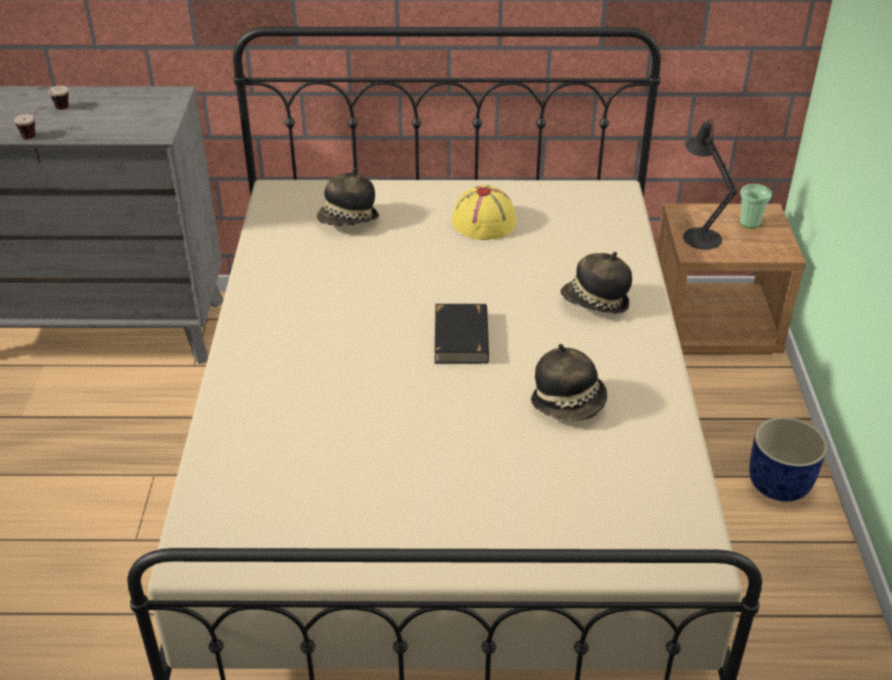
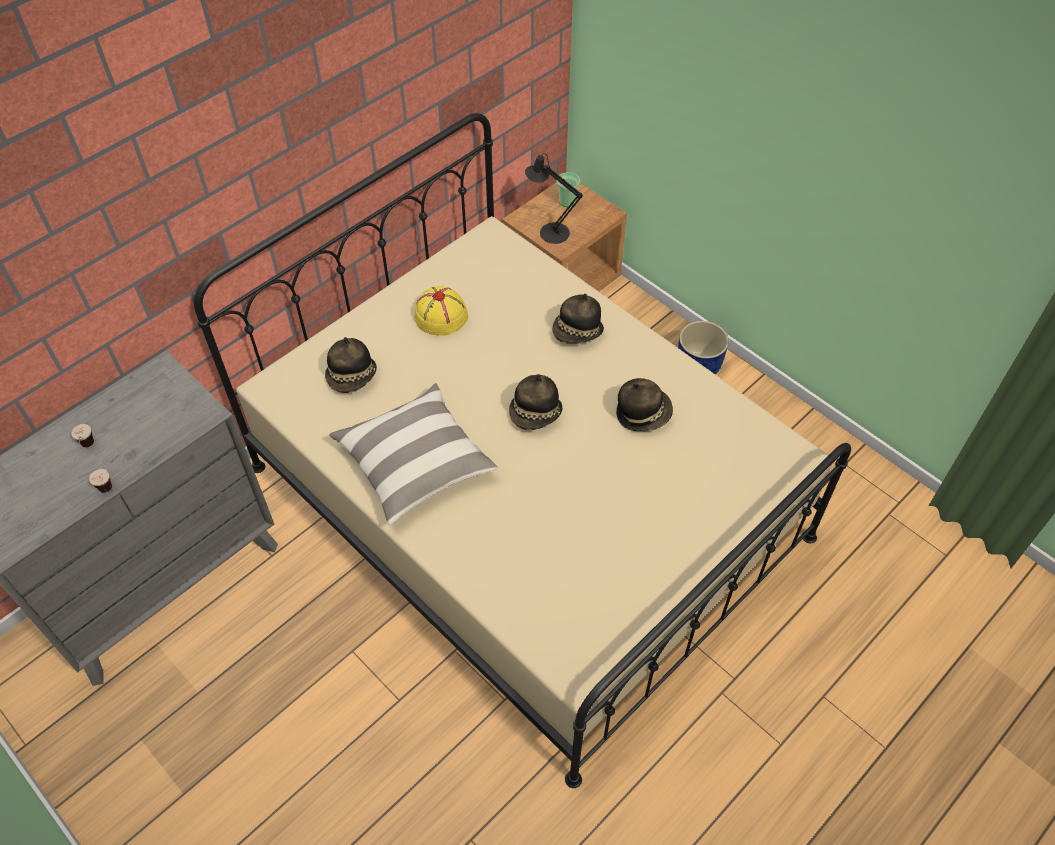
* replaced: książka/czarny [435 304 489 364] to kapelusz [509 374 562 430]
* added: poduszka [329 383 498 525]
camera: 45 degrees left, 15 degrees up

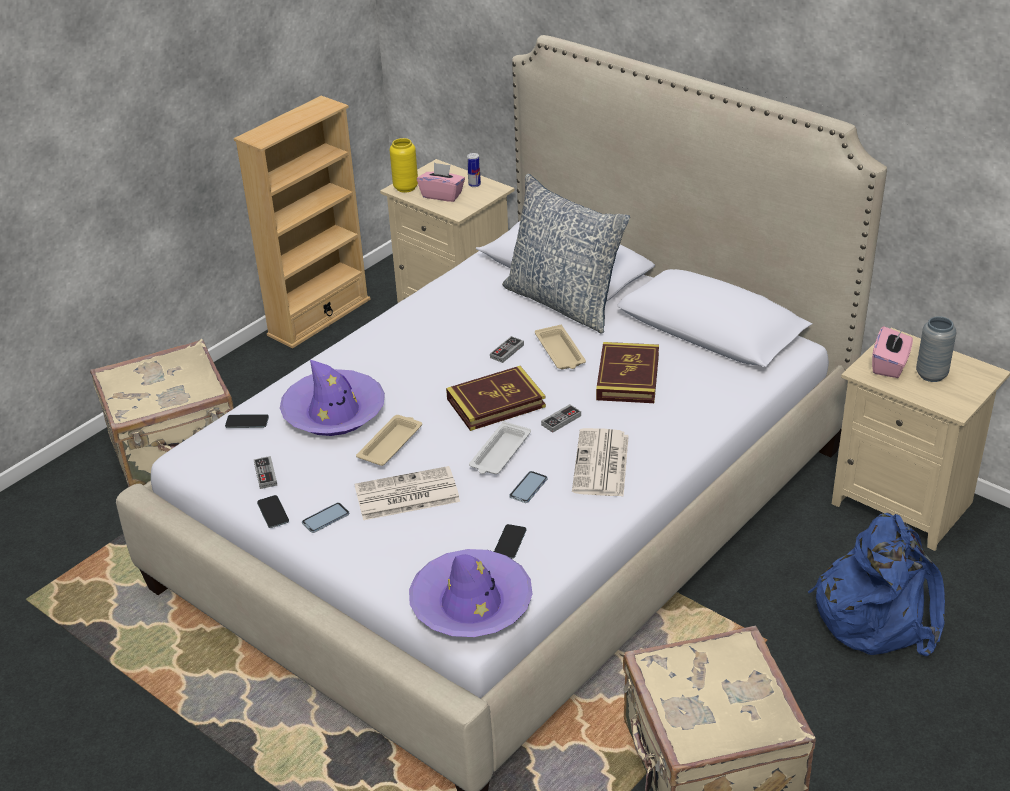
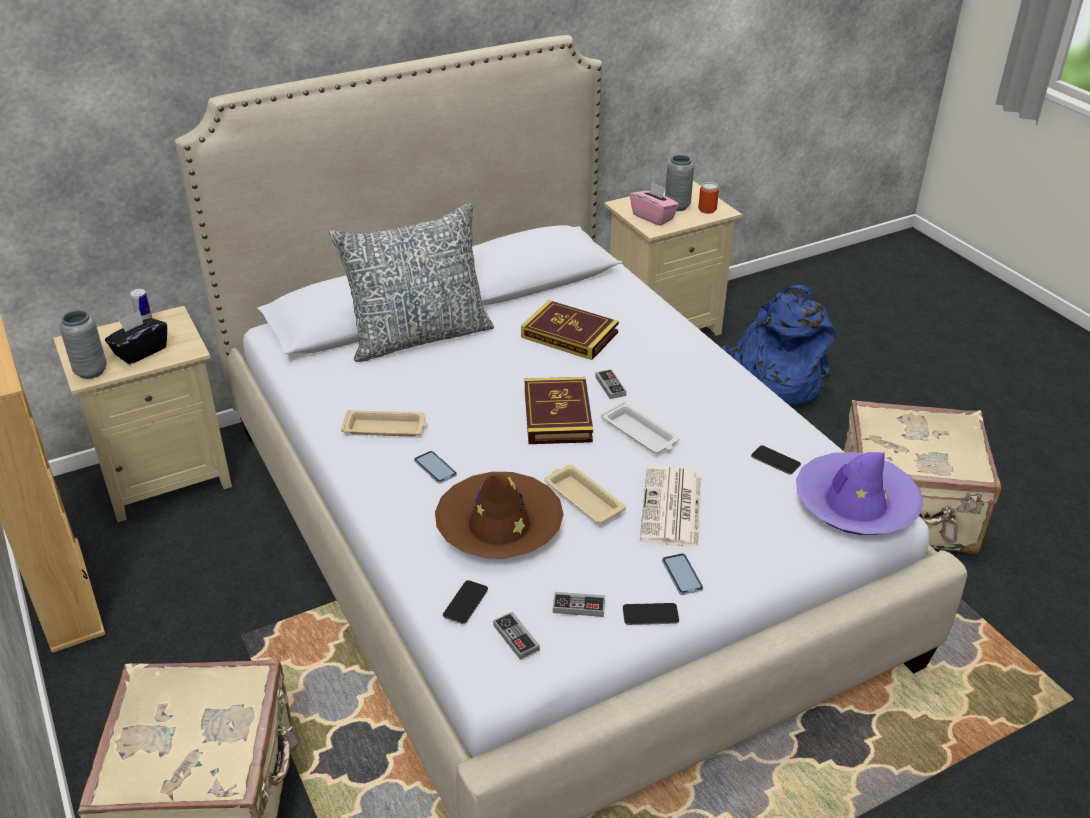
* recoloured: kapelusz/fioletowy [280 360 385 436] to kapelusz/brązowy [435 472 564 559]
* recoloured: wazon/żółty [390 138 418 193] to wazon/szary [59 310 107 379]
* recoloured: pudełko chusteczek/różowy [417 162 465 202] to pudełko chusteczek/czarny [105 310 167 365]
* moved: pad do gier [490 336 524 363] to [493 612 540 660]
* moved: telefon [509 471 548 503] to [414 451 457 483]
* moved: taca/beżowy [535 325 586 369] to [341 410 428 437]
* removed: gazeta [572 428 629 497]
* added: puszka [698 182 719 214]
camera: 70 degrees left, 0 degrees up

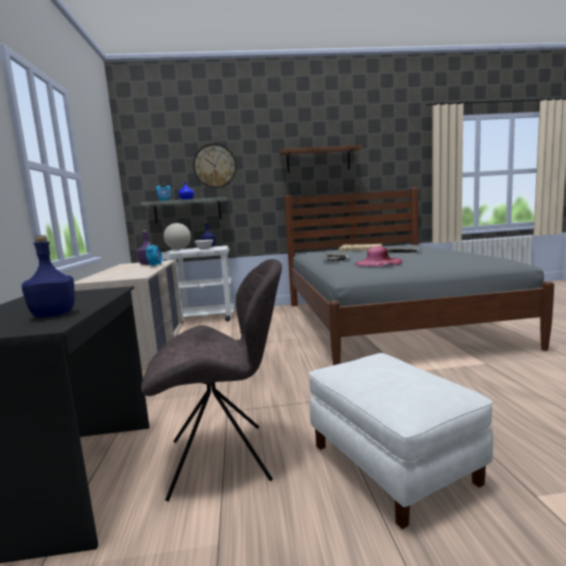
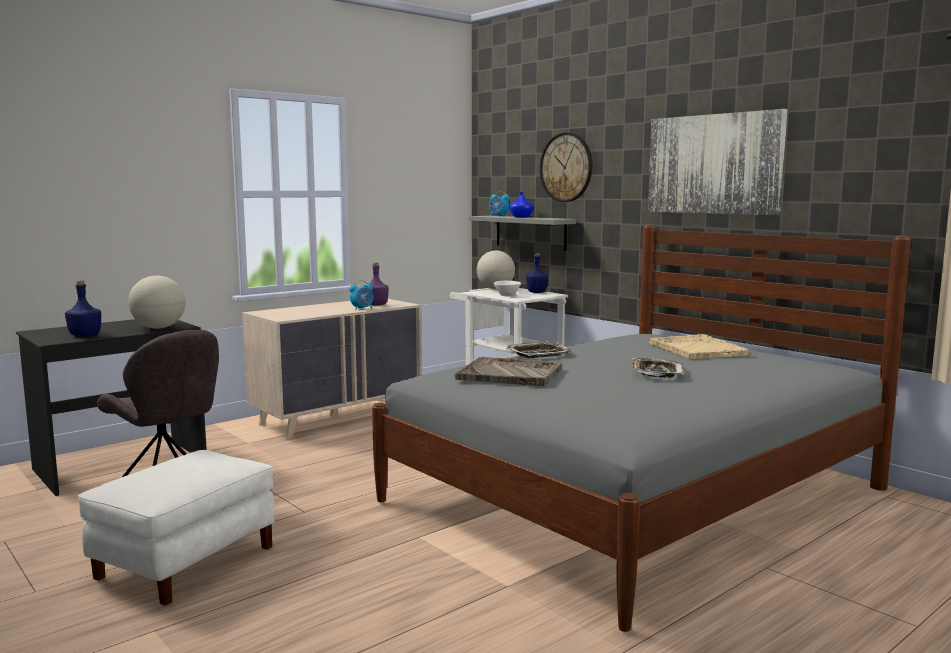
* replaced: półka/brązowy [279 145 362 173] to obraz [648 109 787 215]
* replaced: kapelusz/różowy [355 246 402 267] to taca/szary [455 357 563 386]
* added: globus [128 275 186 329]
camera: 55 degrees right, 0 degrees up

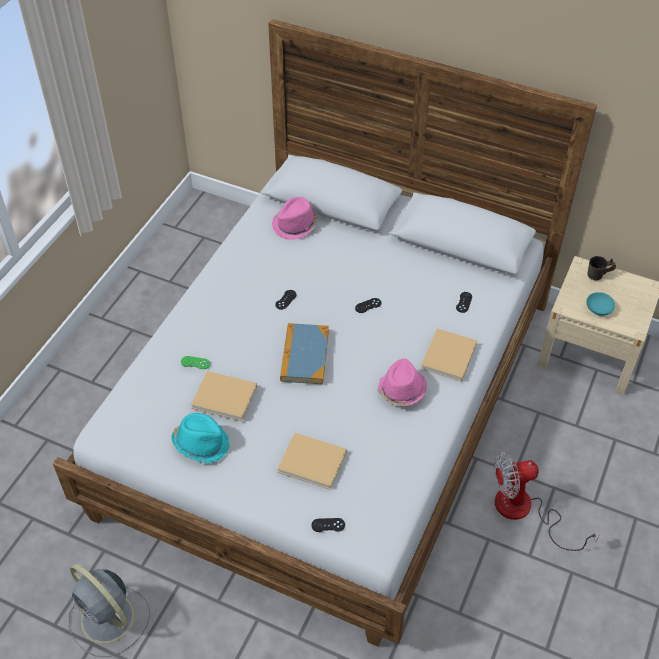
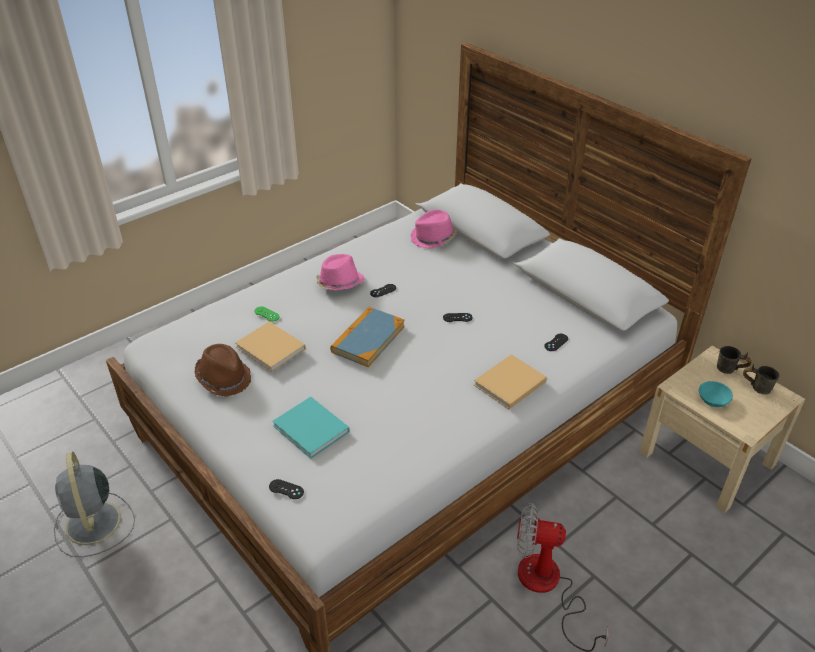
* recoloured: kapelusz/turkusowy [171 413 230 463] to kapelusz/brązowy [195 344 251 397]
* recoloured: książka/beżowy [277 433 347 490] to książka/turkusowy [272 397 350 459]
* moved: kapelusz/różowy [377 359 427 406] to [316 254 365 290]
* added: kubek/szary [743 364 779 394]
camera: 25 degrees right, 10 degrees down

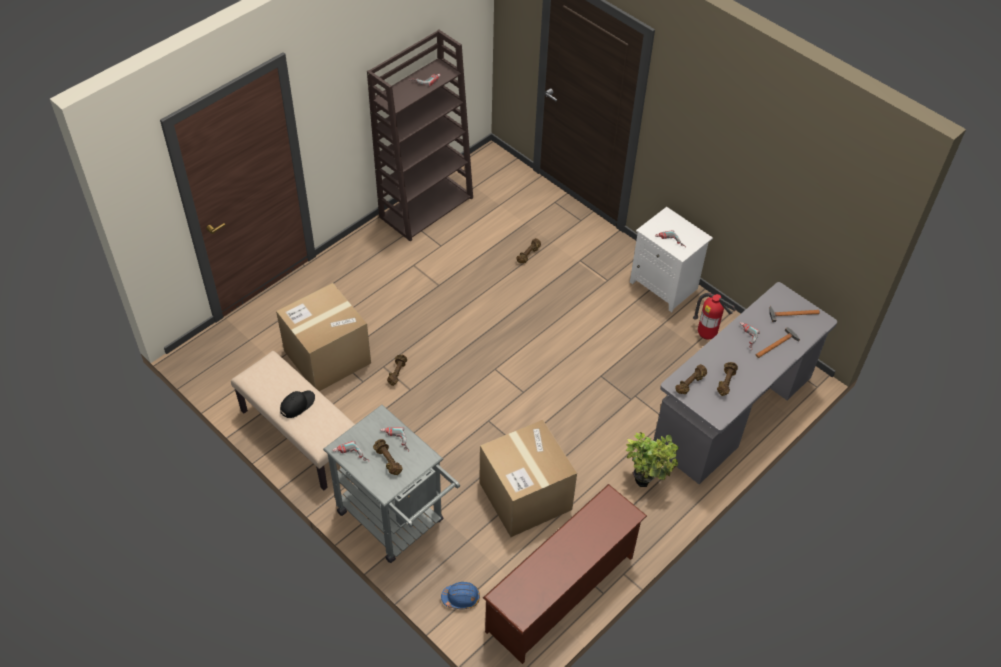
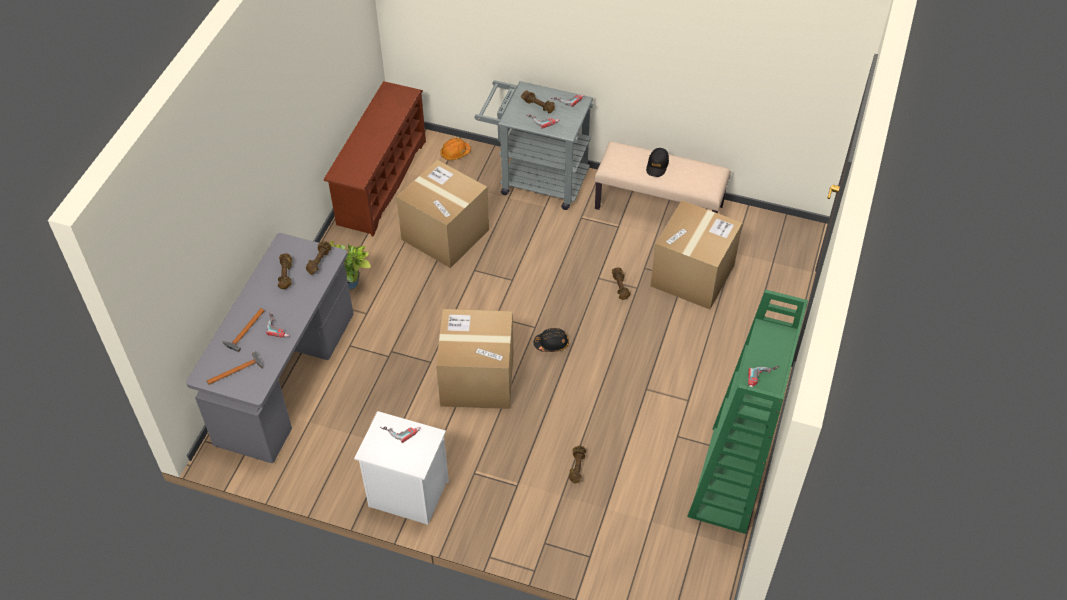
* recoloured: regał/brązowy [367 30 473 241] to regał/zielony [687 290 808 534]
* recoloured: kask/niebieski [441 582 480 609] to kask/pomarańczowy [440 138 471 160]
* removed: gaśnica [693 293 736 340]
* added: karton [436 309 513 409]
* added: kask/czarny [534 328 569 352]
camera: 155 degrees right, 0 degrees up

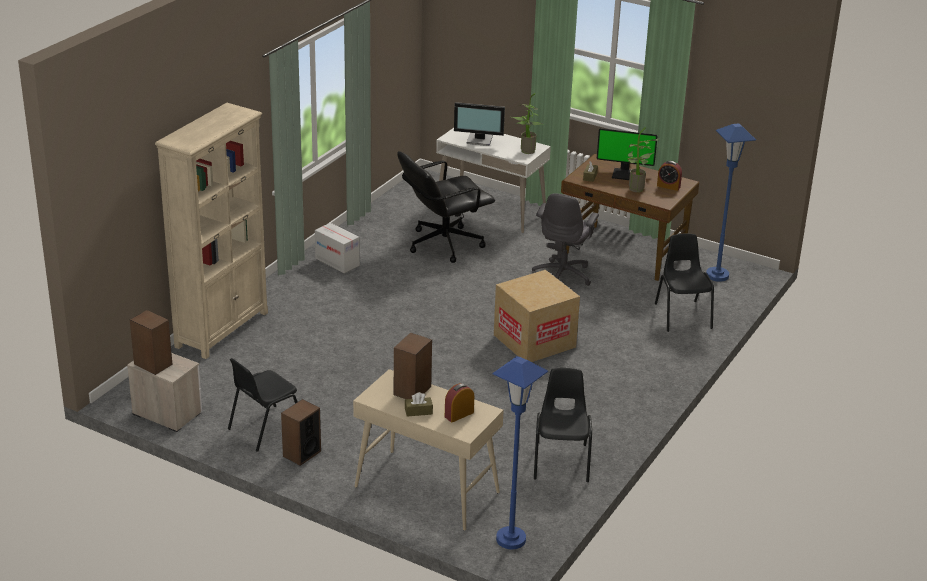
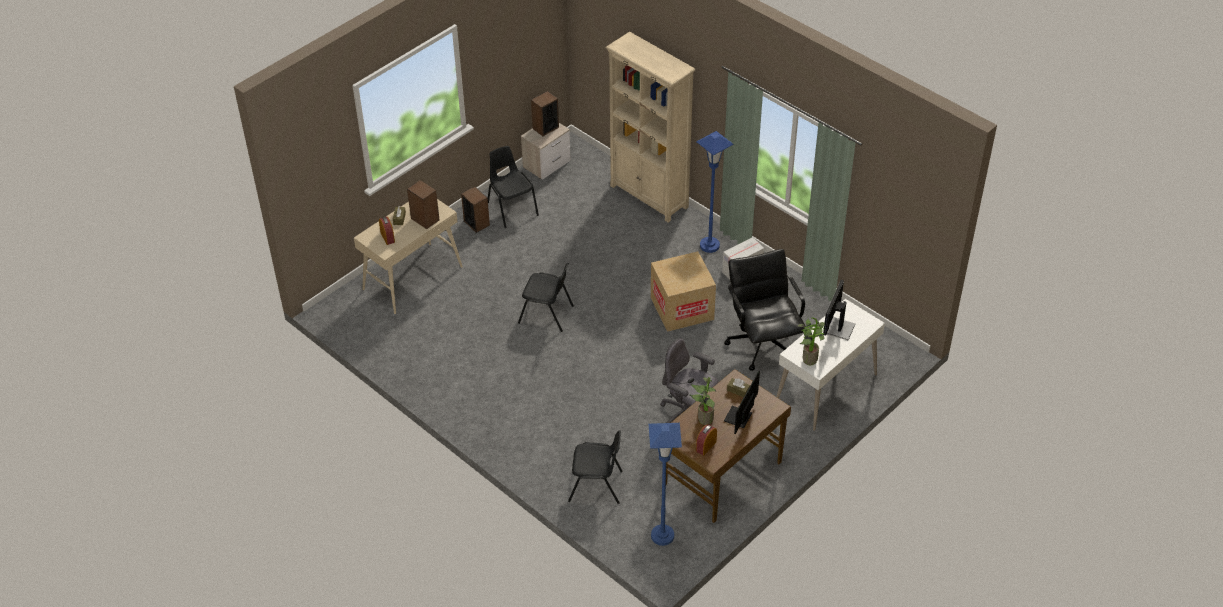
* moved: lampa stojąca/niebieski [492 356 548 549] to [696 131 734 253]
* moved: karton [494 270 580 362] to [651 251 716 332]
* moved: krzesło/czarny [534 368 592 482] to [518 263 574 332]
camera: 105 degrees right, 15 degrees up

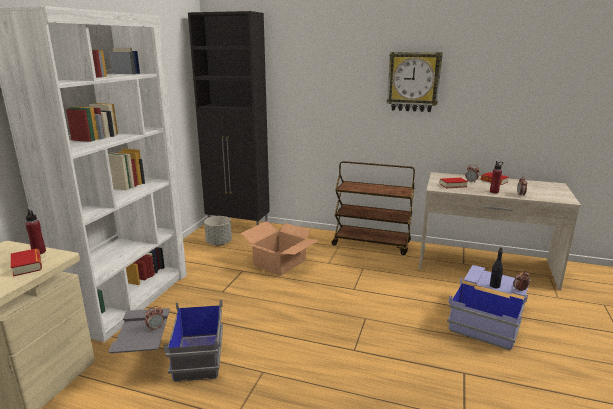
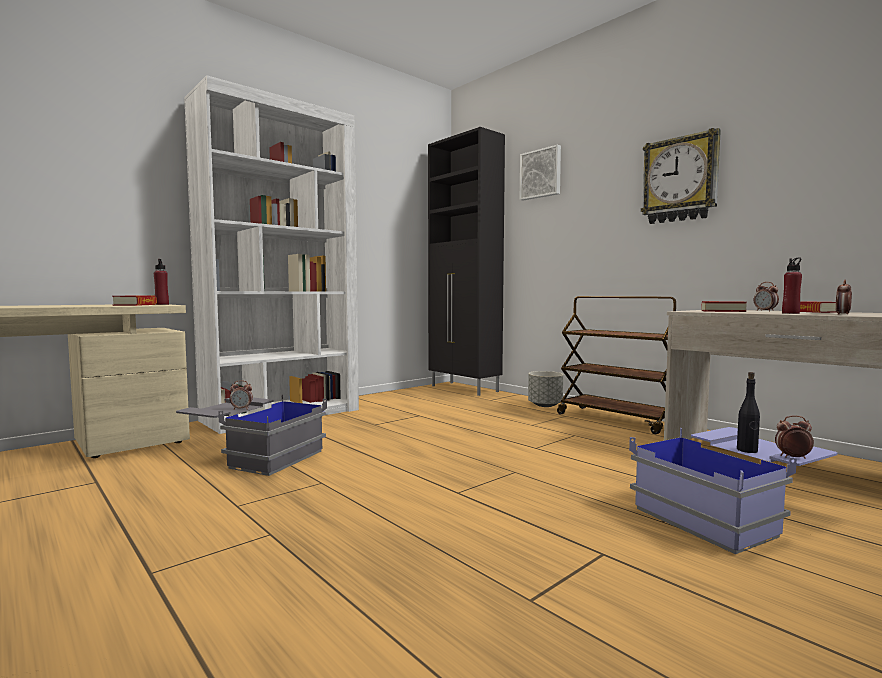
* moved: donica/szary [204 216 232 246] to [528 371 563 407]
* removed: karton [241 221 319 276]
* added: obraz [520 145 561 200]
camera: 30 degrees right, 15 degrees down

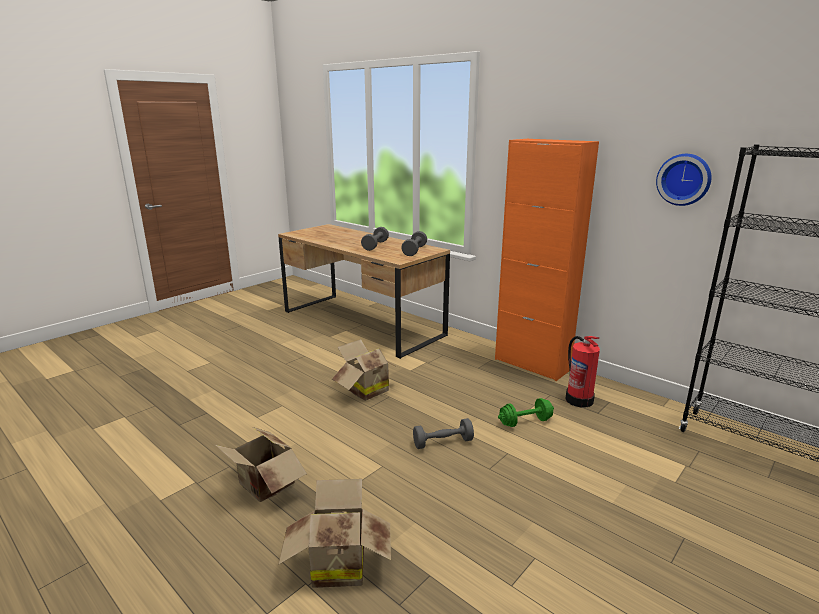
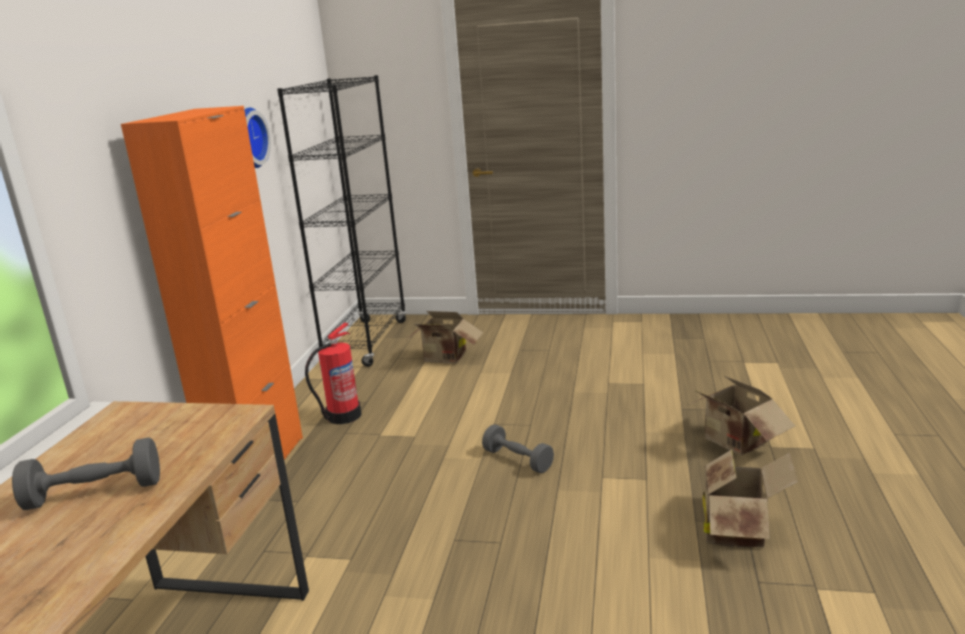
* moved: karton [332 339 401 401] to [404 311 484 364]
* removed: hantel/szary [401 231 427 256]
* removed: hantel/zielony [498 398 554 427]
camera: 120 degrees left, 0 degrees up

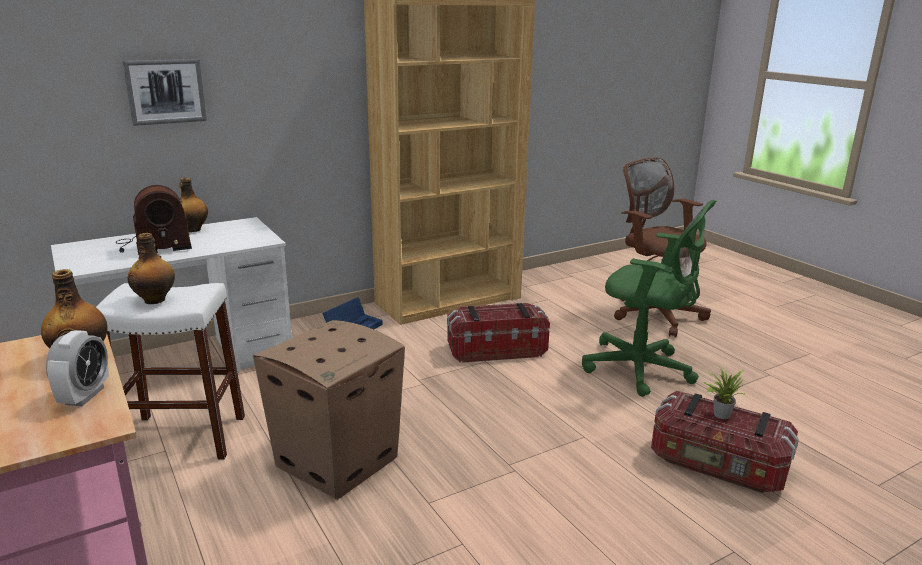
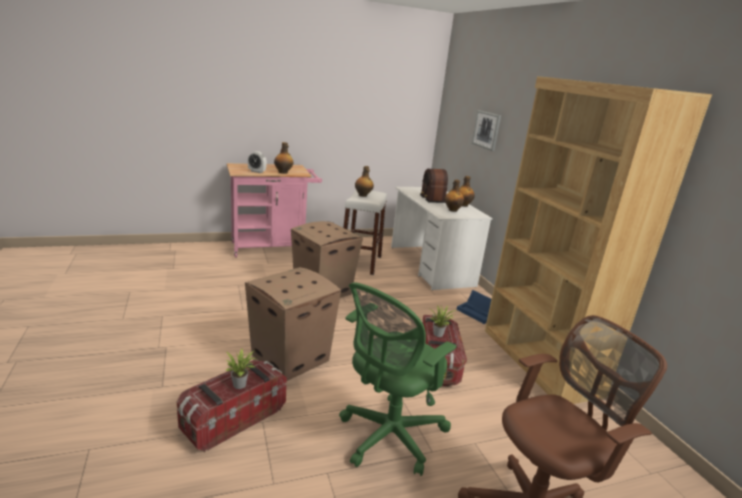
* added: karton [245 267 341 381]
* added: roślina doniczkowa [430 305 455 337]
* added: butelka [445 180 464 212]
camera: 100 degrees right, 0 degrees up

